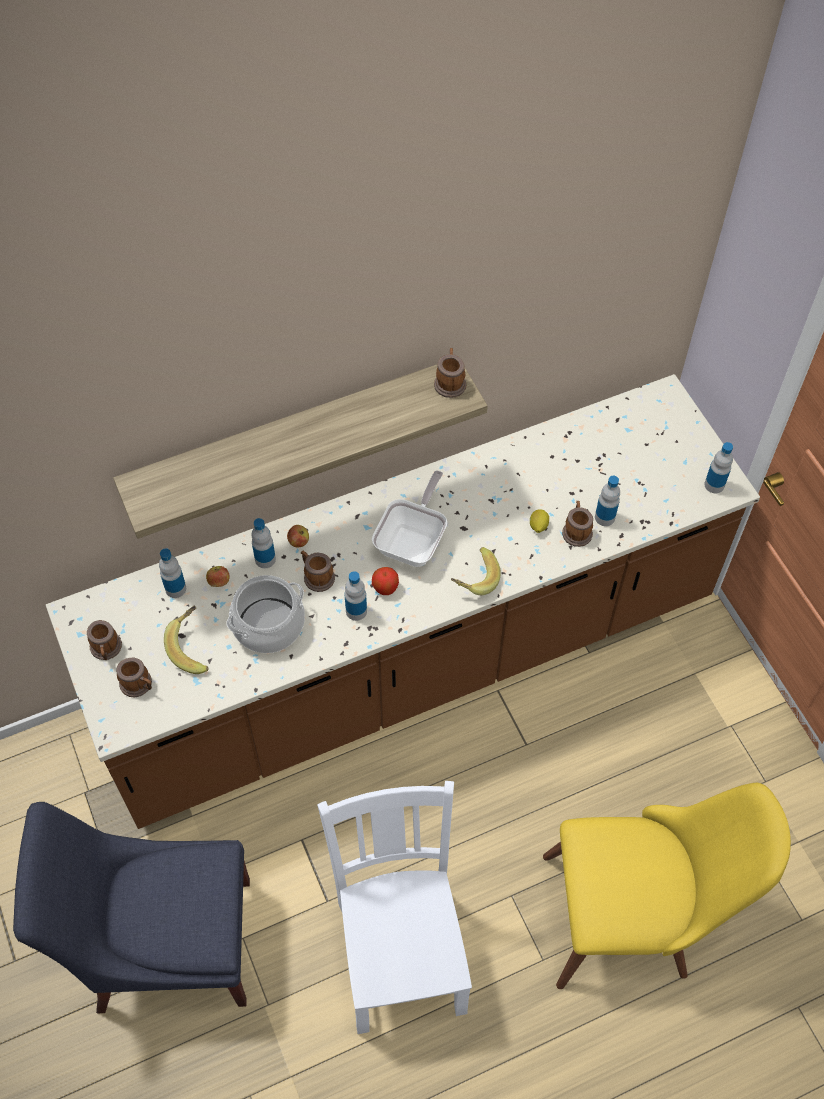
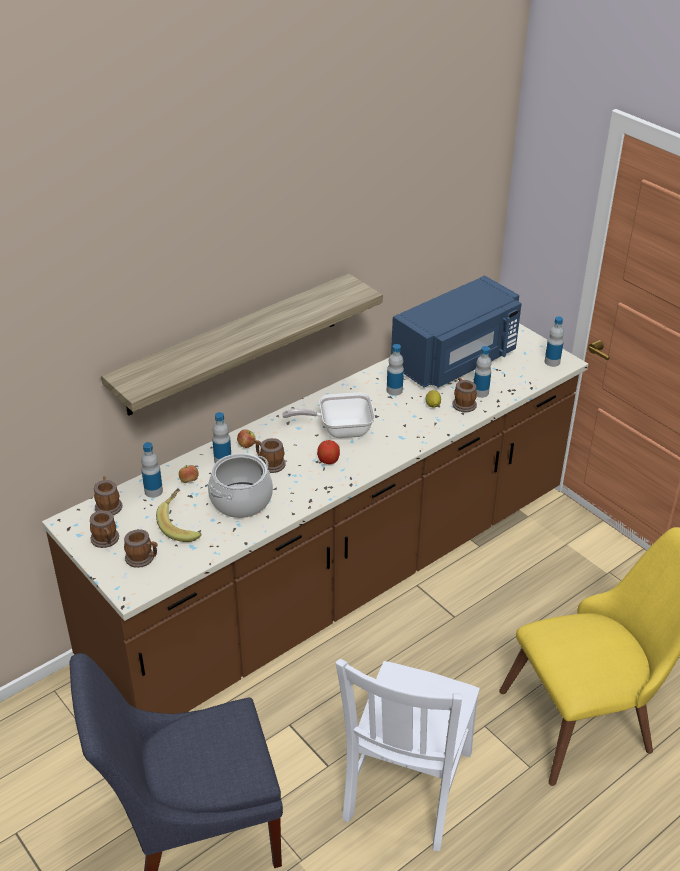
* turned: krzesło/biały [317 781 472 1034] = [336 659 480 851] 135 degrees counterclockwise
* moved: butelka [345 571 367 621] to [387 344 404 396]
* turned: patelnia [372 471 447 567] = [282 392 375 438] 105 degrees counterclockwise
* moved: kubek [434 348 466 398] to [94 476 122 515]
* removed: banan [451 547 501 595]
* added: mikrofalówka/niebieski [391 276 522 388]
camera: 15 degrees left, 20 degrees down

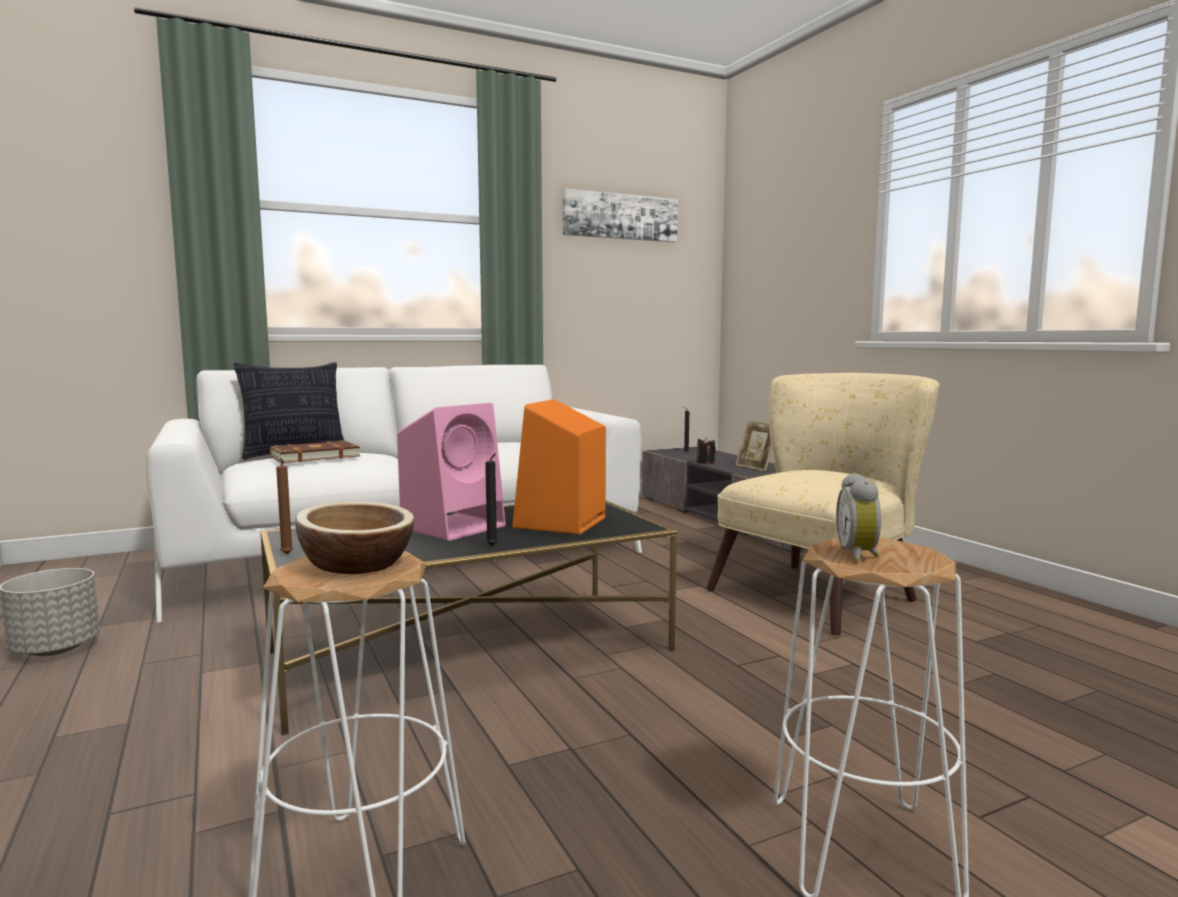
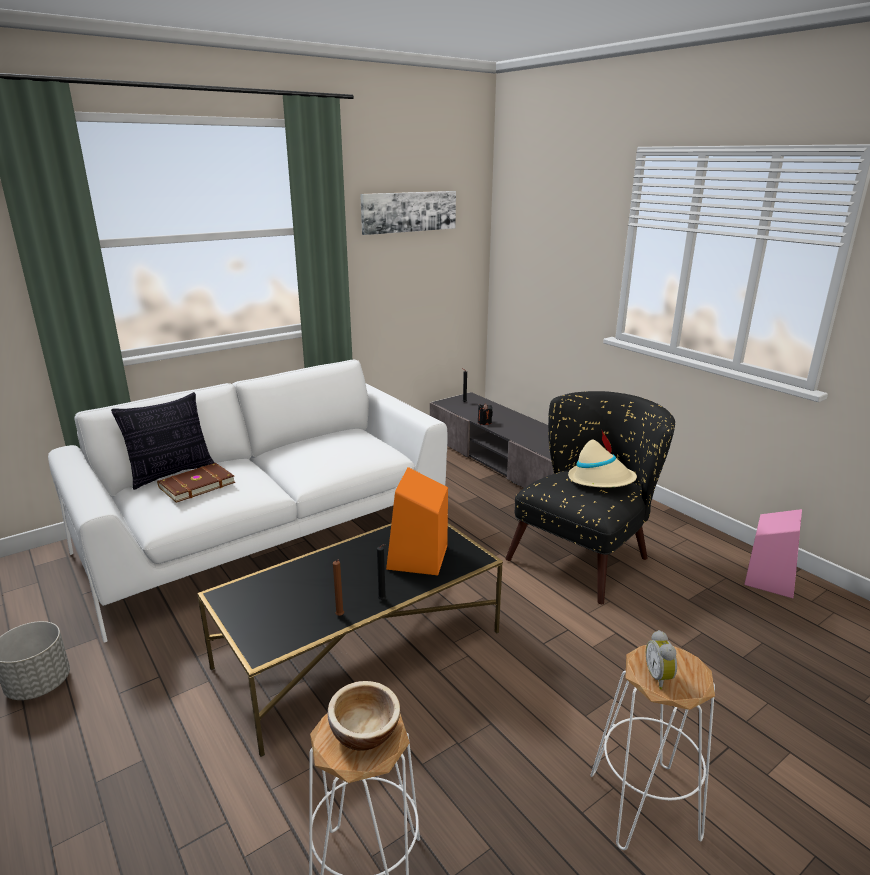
* moved: świeca/brązowy [276 458 293 554] to [333 559 344 616]
* moved: głośnik/różowy [397 403 506 541] to [744 509 802 598]
* recoloured: fotel/beżowy [706 373 939 636] to fotel/czarny [505 391 675 604]
* removed: ramka na zdjęcie [736 420 772 471]
* added: kapelusz/beżowy [568 431 637 488]
camera: 10 degrees left, 15 degrees up

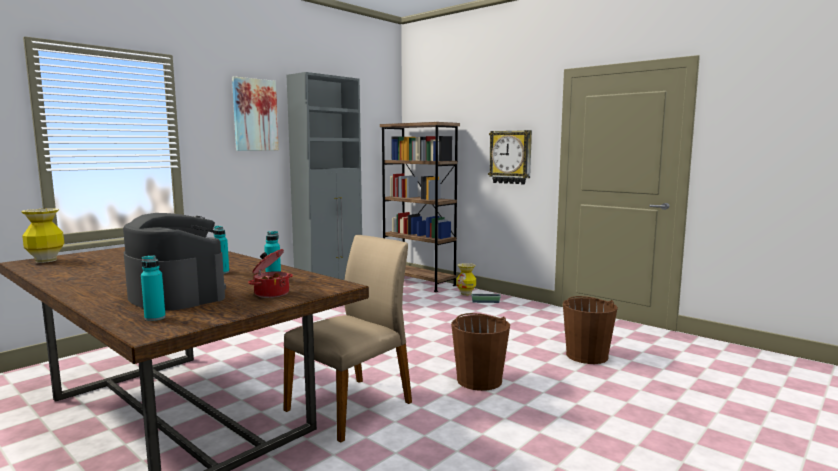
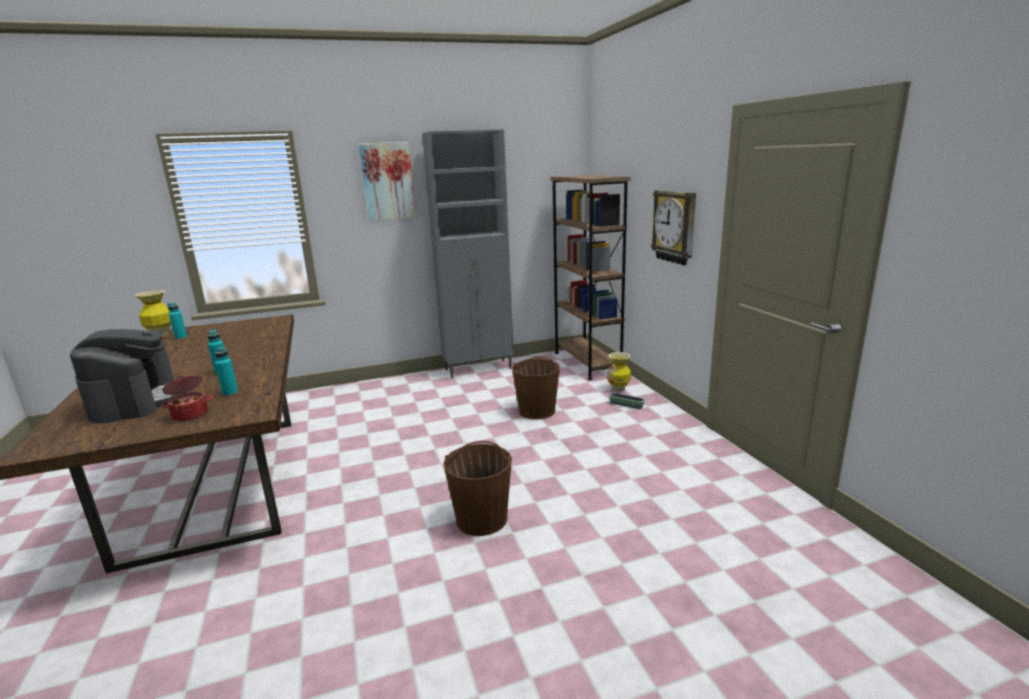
* moved: butelka/turkusowy [141 255 166 321] to [167 303 187 340]
* removed: krzesło/beżowy [284 235 412 443]
* moved: wiadro/brązowy [563 296 618 364] to [512 357 560 420]
camera: 30 degrees right, 10 degrees up

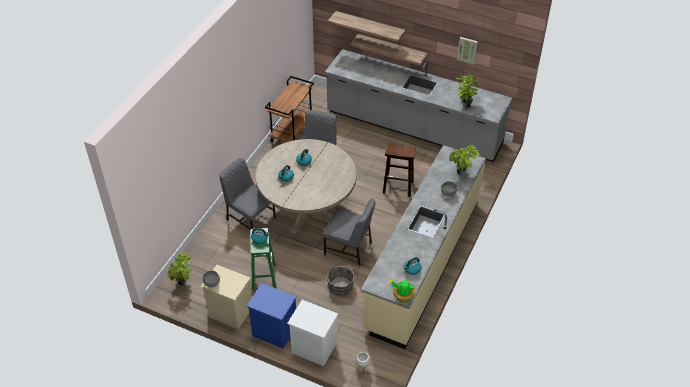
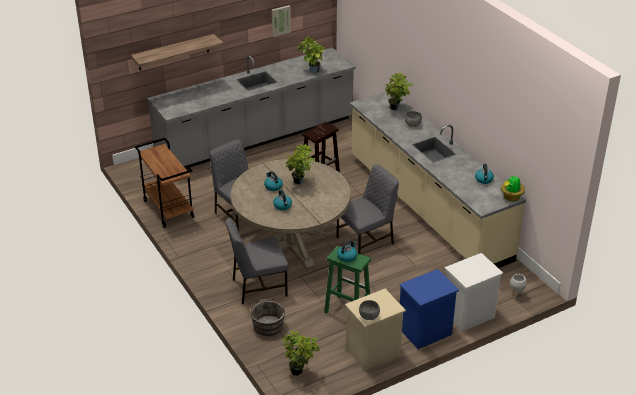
* moved: wiadro/szary [327 263 358 295] to [250 298 285 336]
* removed: półka [350 34 428 66]
* added: roślina doniczkowa [286 144 315 184]
camera: 55 degrees left, 10 degrees down

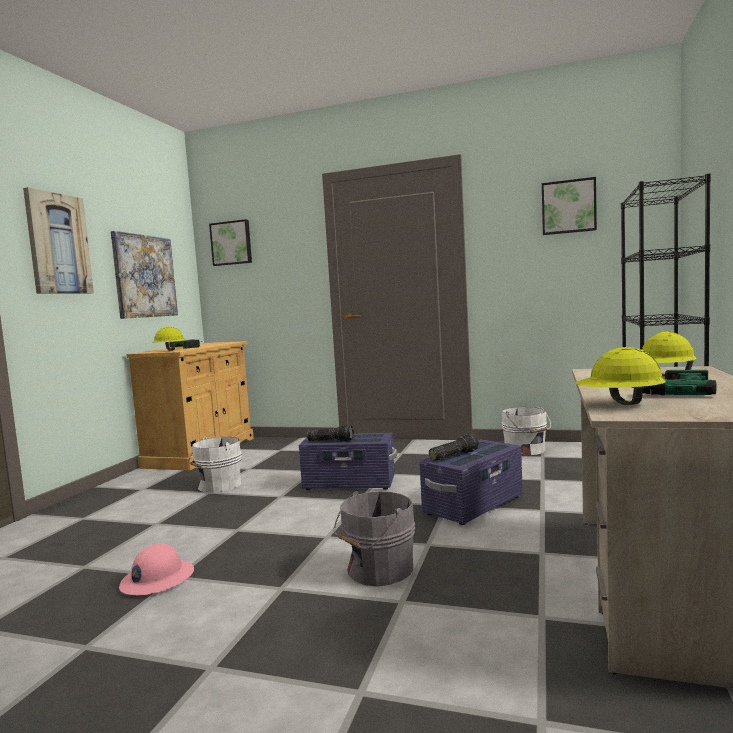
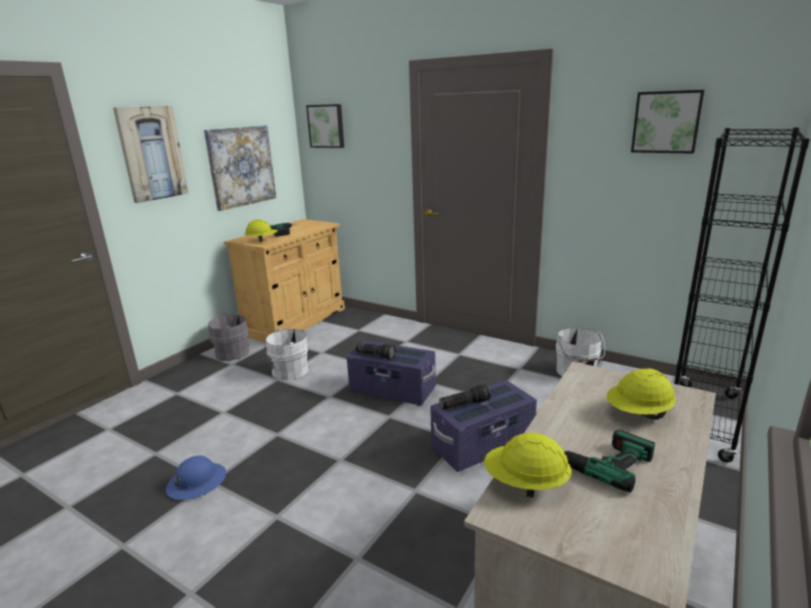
* recoloured: kask/różowy [119 544 194 595] to kask/niebieski [166 456 226 500]
* moved: wiadro/szary [334 491 416 587] to [208 313 249 361]
camera: 15 degrees right, 15 degrees up

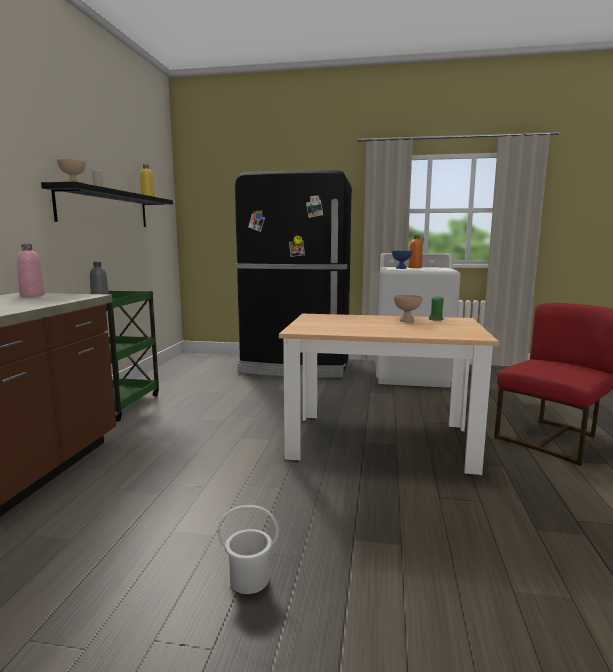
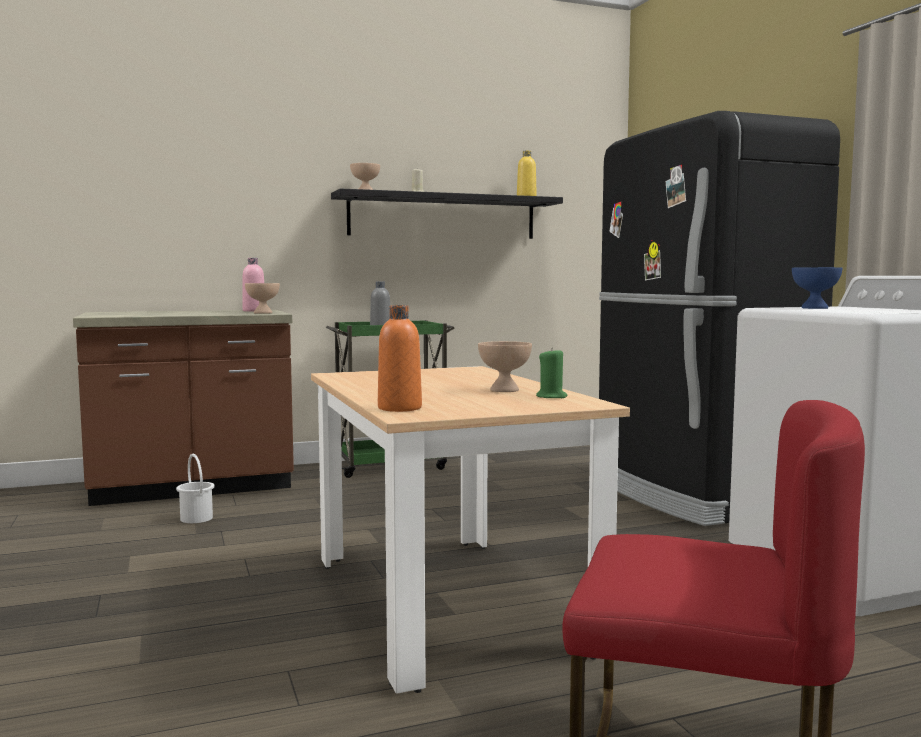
* moved: wiadro/biały [218 505 279 594] to [176 454 214 523]
* moved: butelka/pomarańczowy [408 235 423 268] to [378 305 422 412]
* added: miska/beżowy [245 283 280 314]
camera: 60 degrees right, 5 degrees down

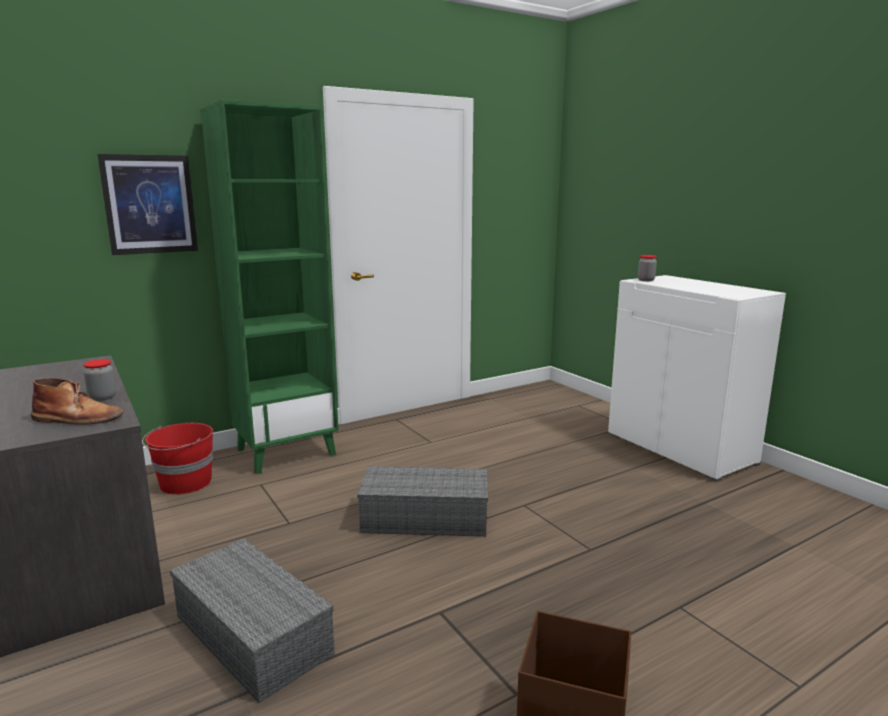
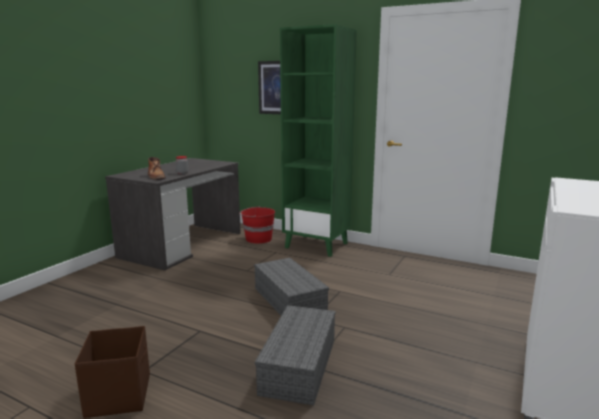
* moved: pojemnik do przechowywania/szary [170 539 335 703] to [255 305 335 405]
* removed: słoik [638 255 657 281]
camera: 60 degrees right, 0 degrees up

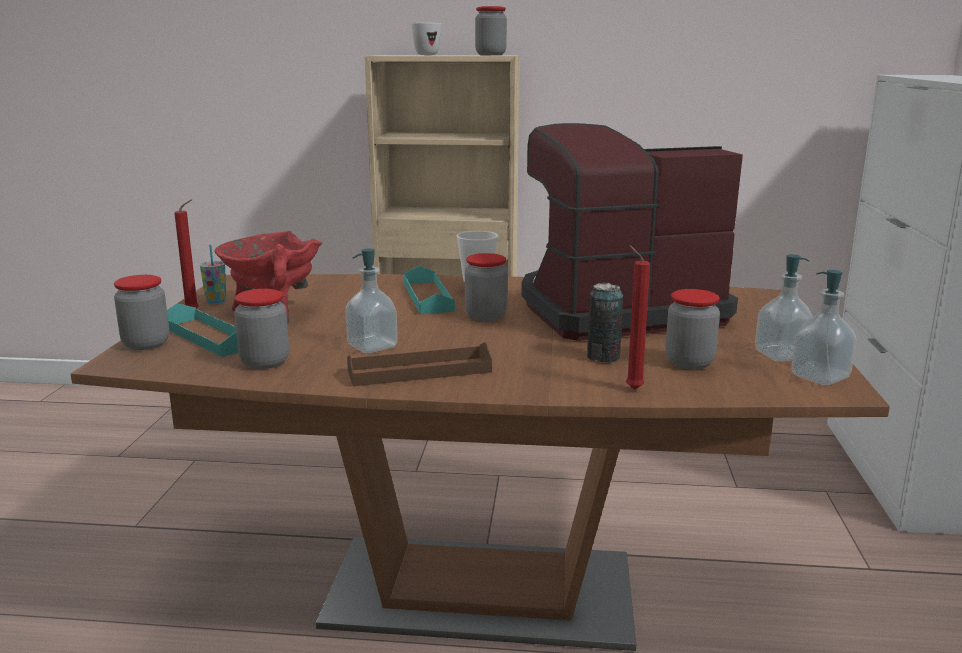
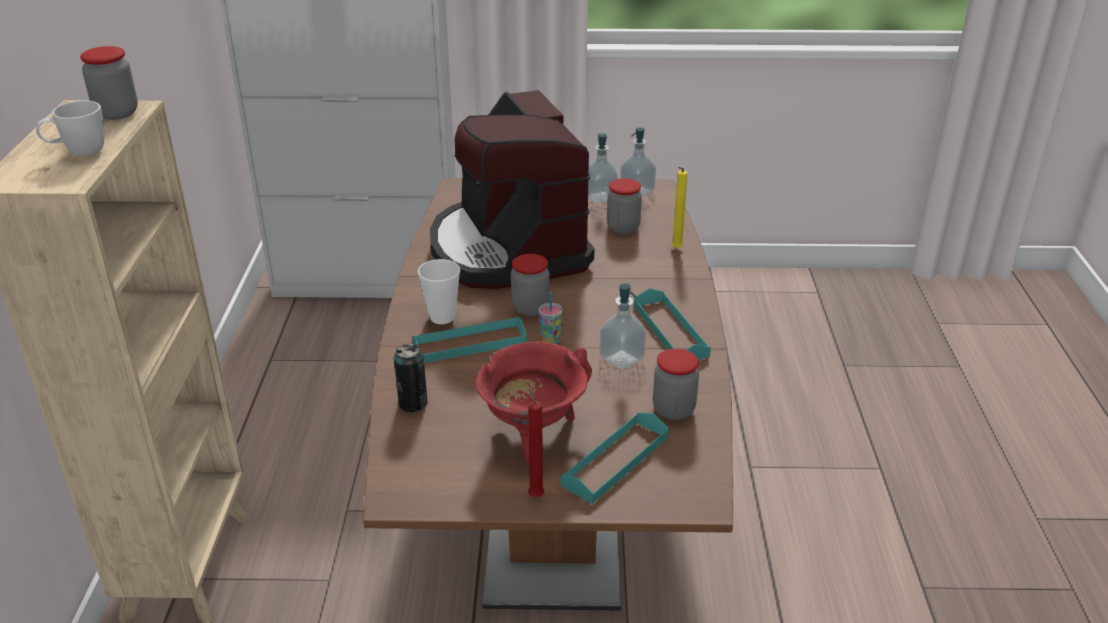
* removed: słoik [114 275 169 350]
* moved: filiżanka [200 245 226 304] to [539 292 563 344]
* recoloured: taca/brązowy [347 342 492 386] to taca/turkusowy [634 288 711 360]
* moved: puszka [587 282 623 363] to [394 344 428 412]
* recoloured: świeca/czerwony [626 245 650 390] to świeca/żółty [671 167 688 249]
camera: 95 degrees left, 15 degrees up

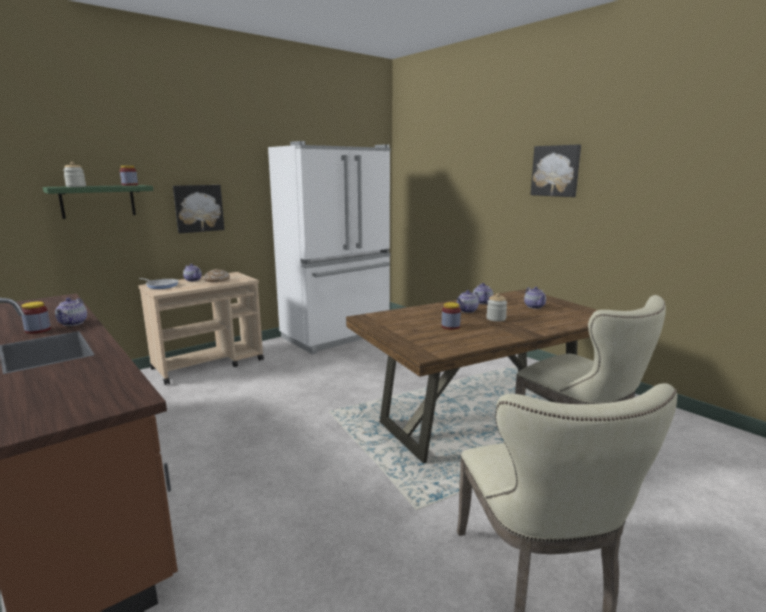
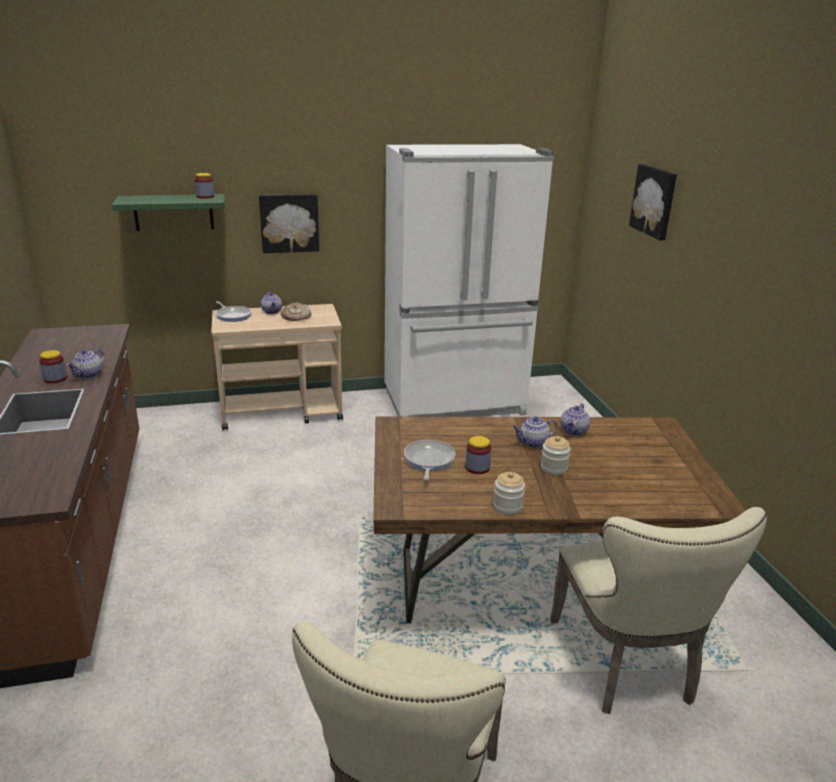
* moved: słoik [63 162 86 187] to [493 472 525 515]
* removed: imbryk [524 287 546 309]
* moved: obraz [530 145 581 197] to [629 164 677 240]
* added: patelnia [404 440 456 480]
camera: 25 degrees right, 10 degrees up

